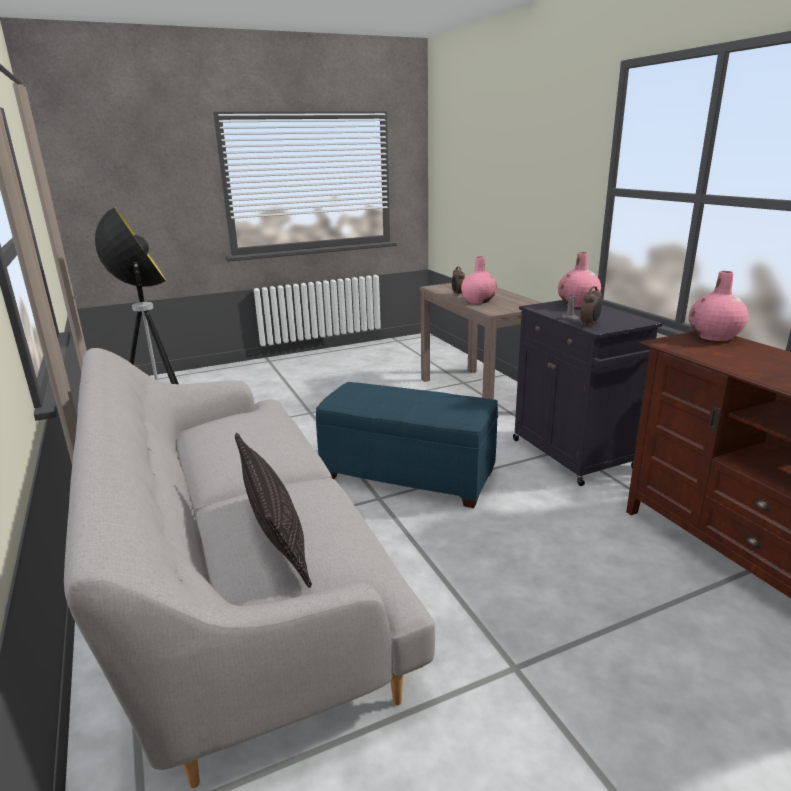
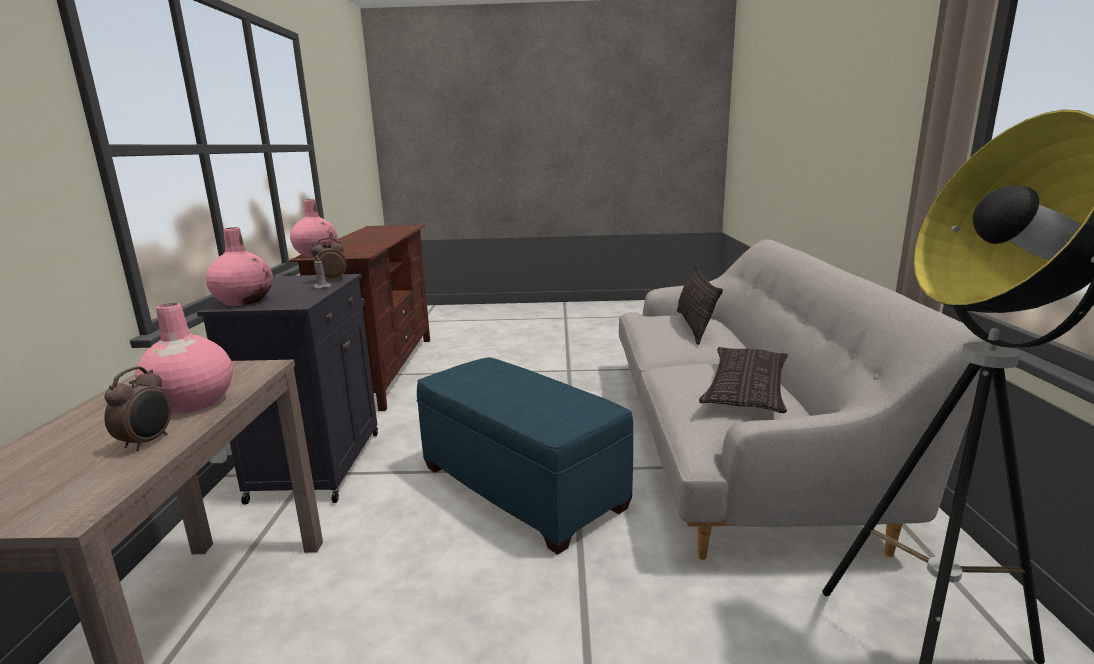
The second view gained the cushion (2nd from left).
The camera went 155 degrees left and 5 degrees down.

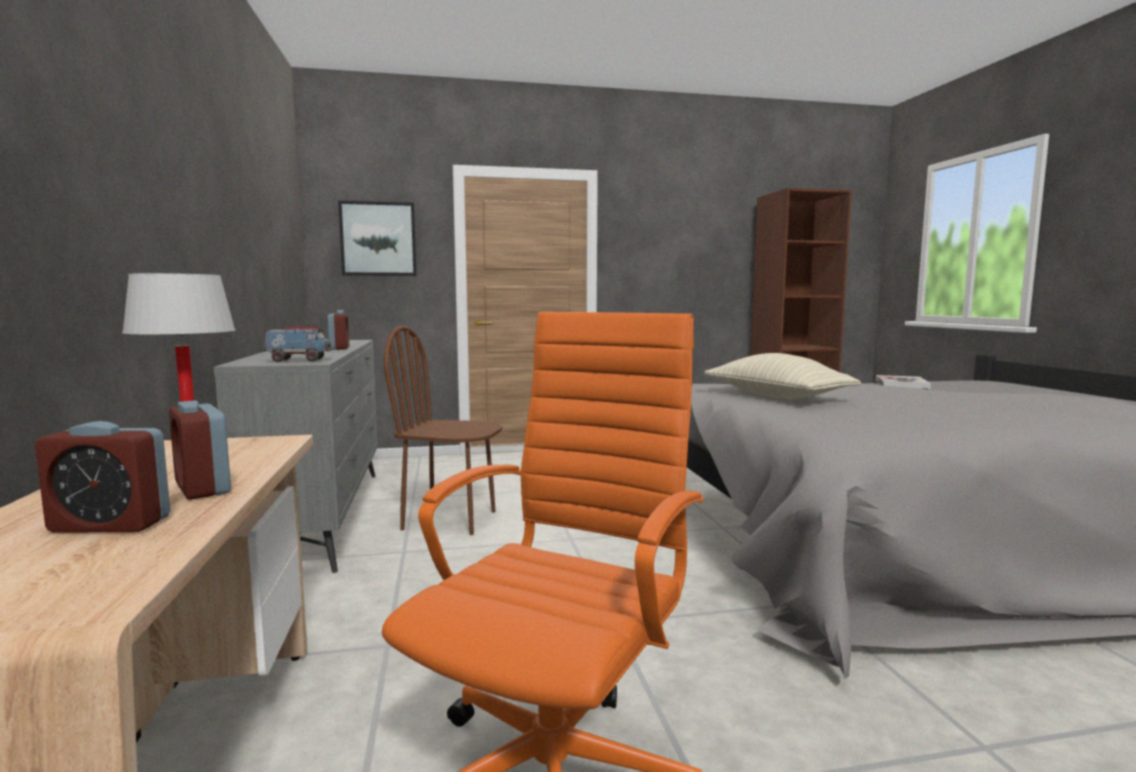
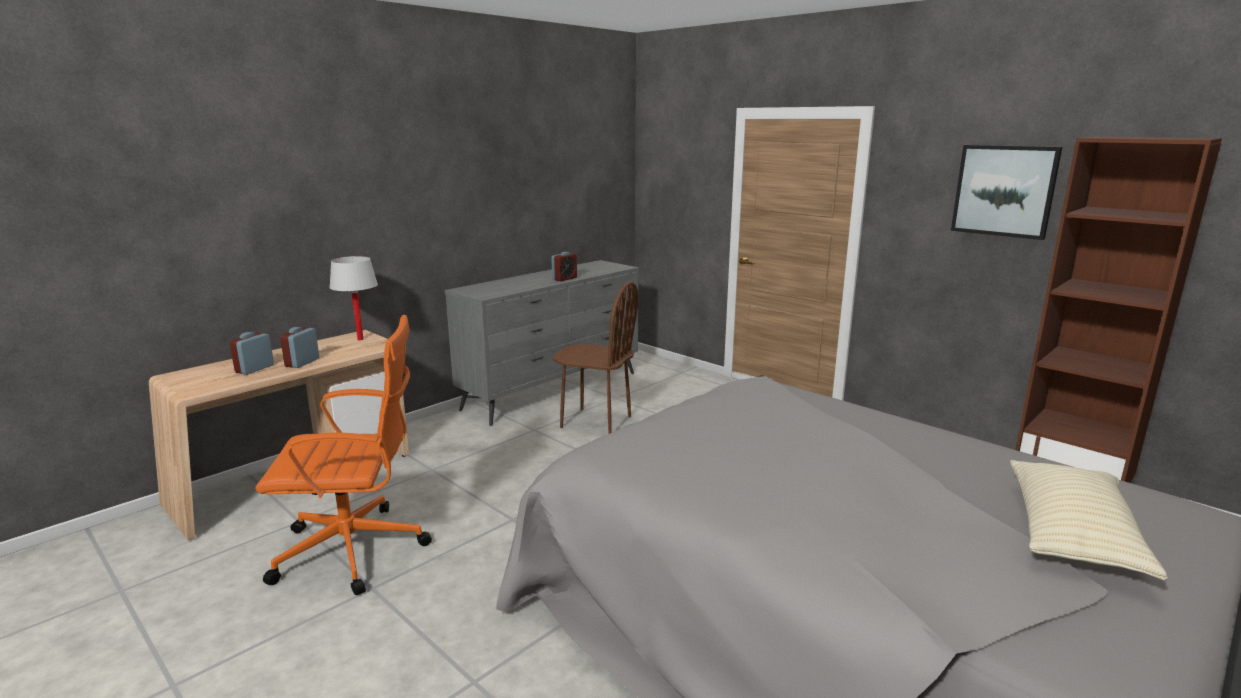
The second view lost the toy lorry.
The second view lost the bound book.
The wall art ended up elsewhere.
The beige-coloured cushion ended up elsewhere.
The bedside clock (1st from left) ended up facing another way, 60 degrees clockwise from before.
The brown-coloured plain chair ended up facing another way, 135 degrees clockwise from before.
The camera went 55 degrees right and 10 degrees up.

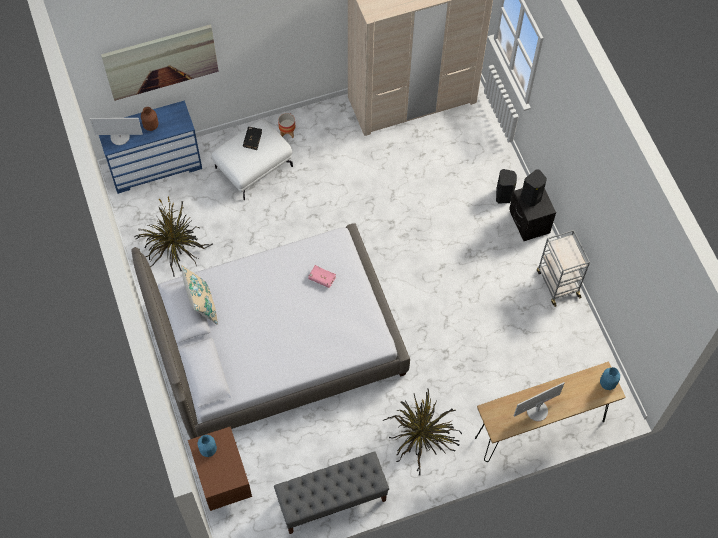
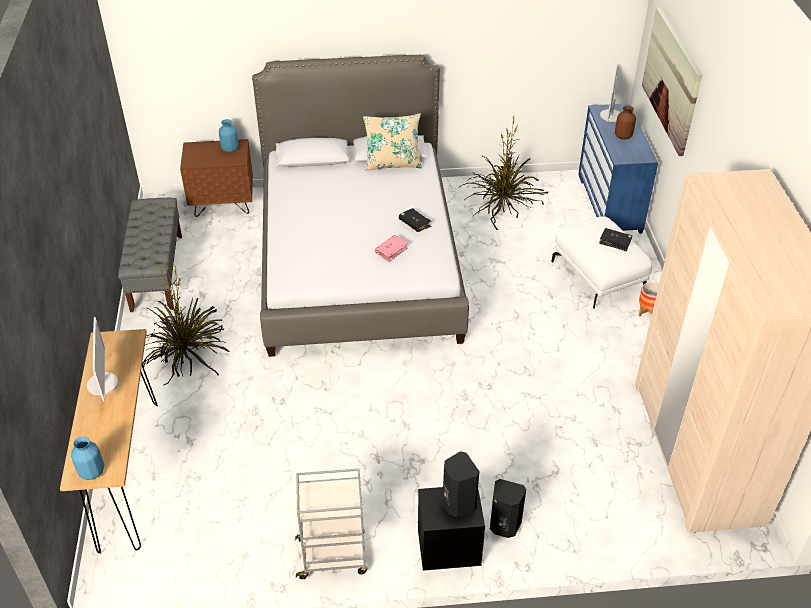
The second view gained the blackish bound book (1st from left).
The camera went 105 degrees right and 20 degrees down.

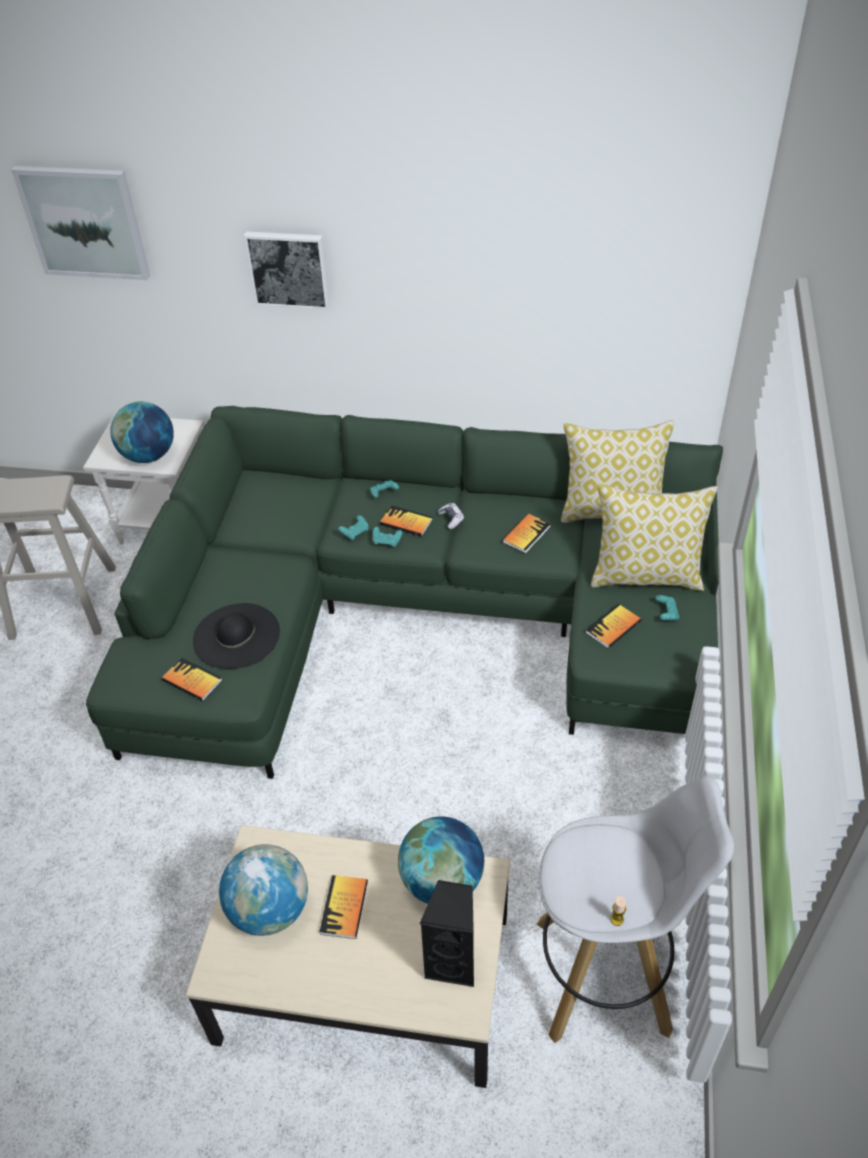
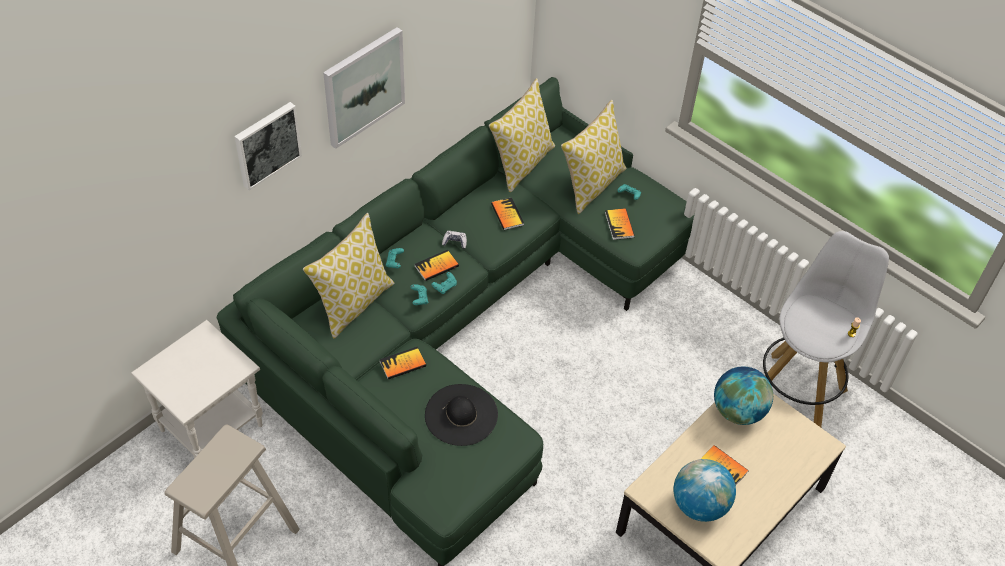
The second view lost the globe (1st from left).
The second view lost the blackish loudspeaker.
The second view gained the cushion (1st from left).
The wall art (1st from left in the first image) ended up elsewhere.
The bound book (1st from left) ended up elsewhere.
The camera went 60 degrees left and 5 degrees up.

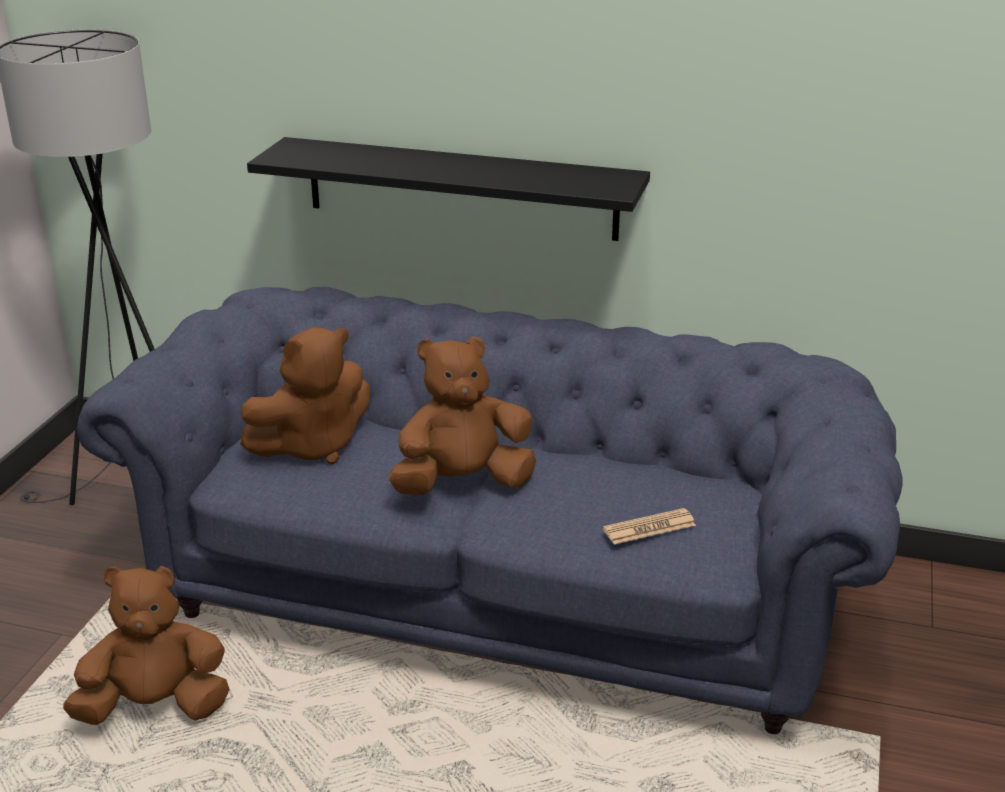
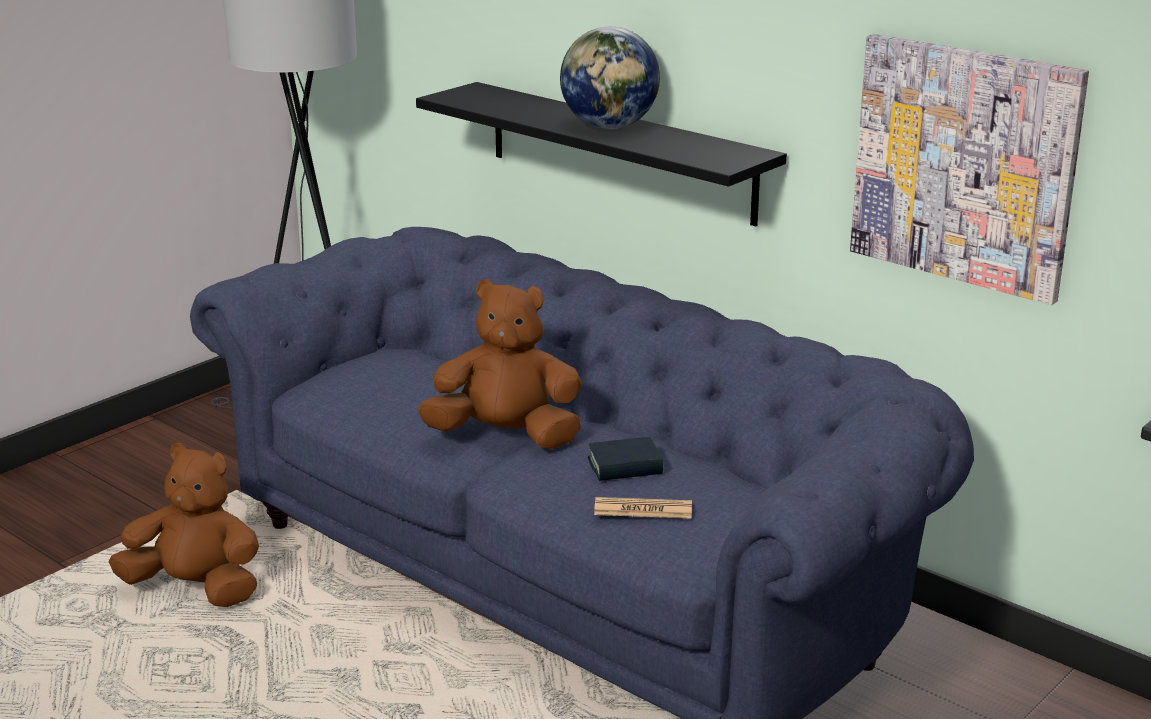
The second view lost the brown-coloured soft toy (2nd from left).
The second view gained the globe.
The second view gained the bound book.
The second view gained the wall art.
The camera went 25 degrees right and 5 degrees down.

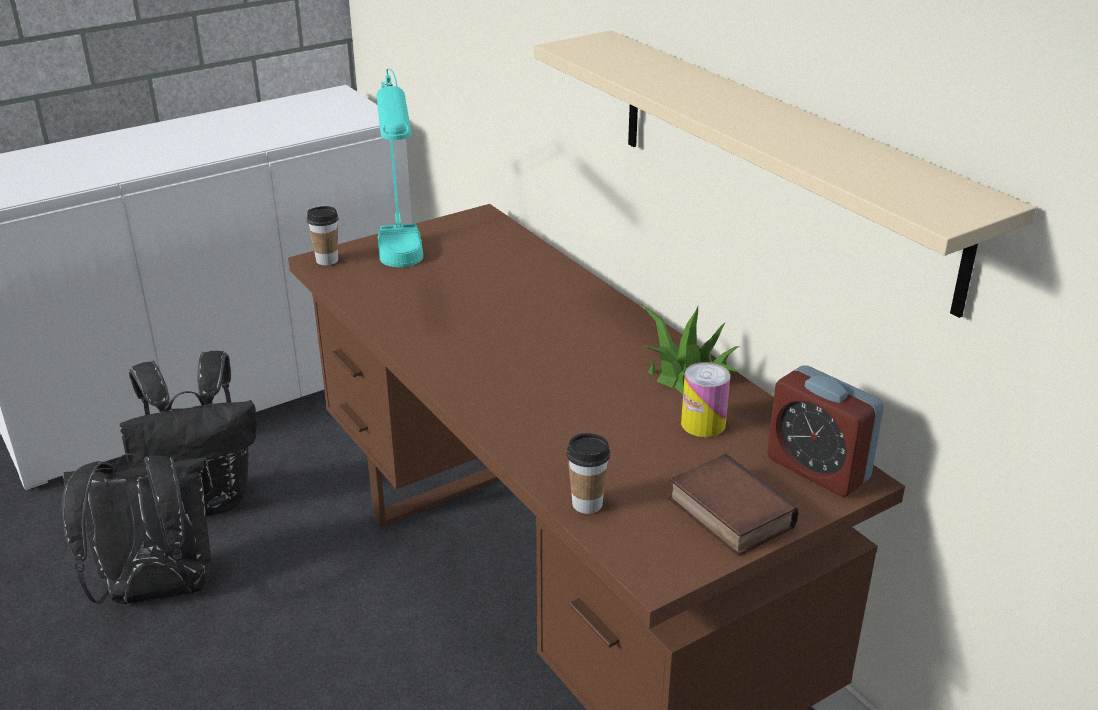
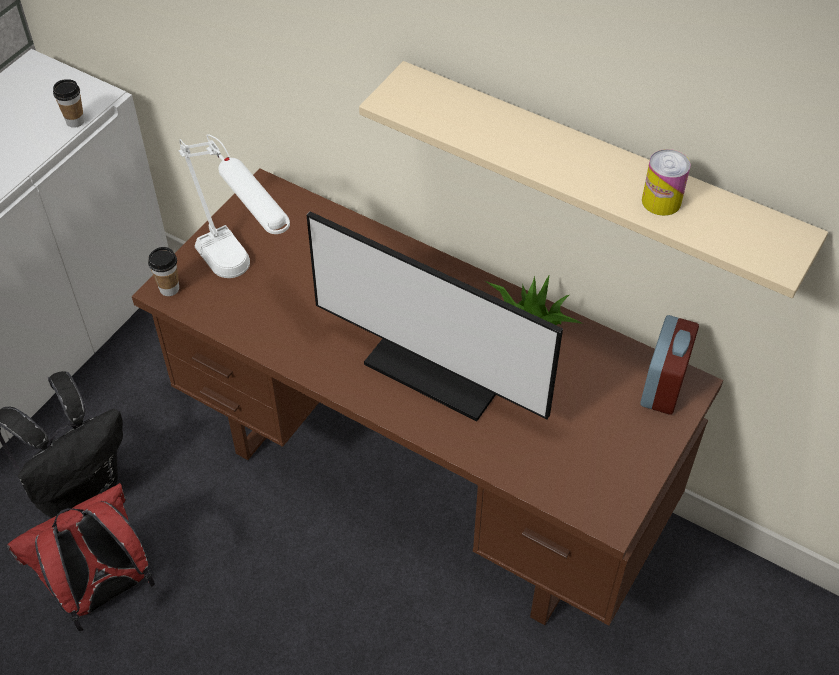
The second view lost the bound book.
The second view gained the computer screen.
The small cup (2nd from left in the first image) ended up elsewhere.
The sealed can ended up elsewhere.
What was the blackish rucksack (1st from left) turned into the red-coloured rucksack.
What was the turquoise-coloured table lamp turned into the whitish table lamp.
The bedside clock ended up facing another way, 90 degrees counterclockwise from before.
The camera went 25 degrees left and 20 degrees up.

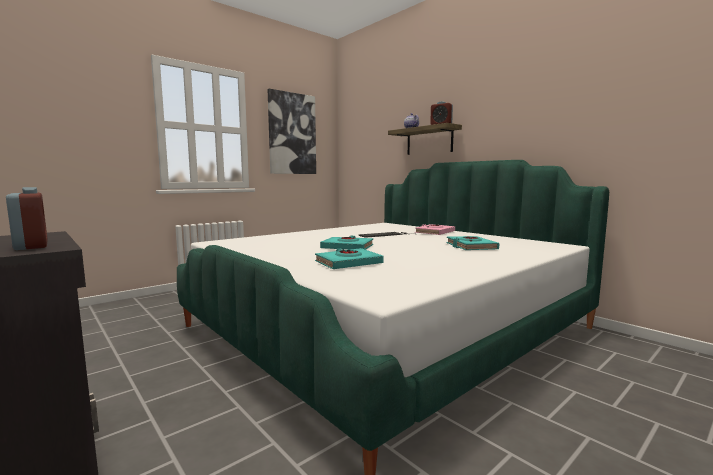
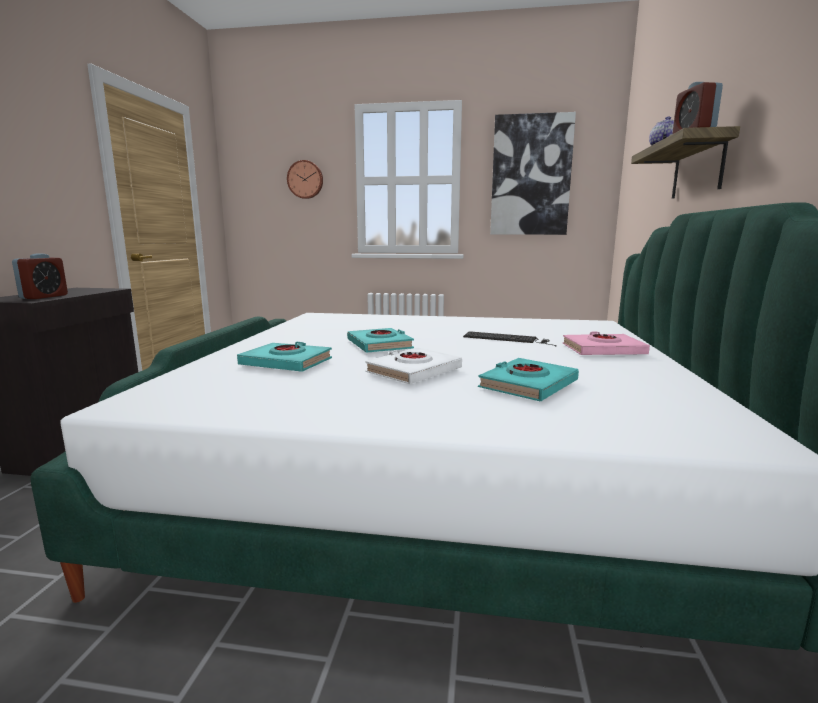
The second view gained the hanging clock.
The second view gained the whitish bound book.
The camera went 50 degrees right and 5 degrees up.

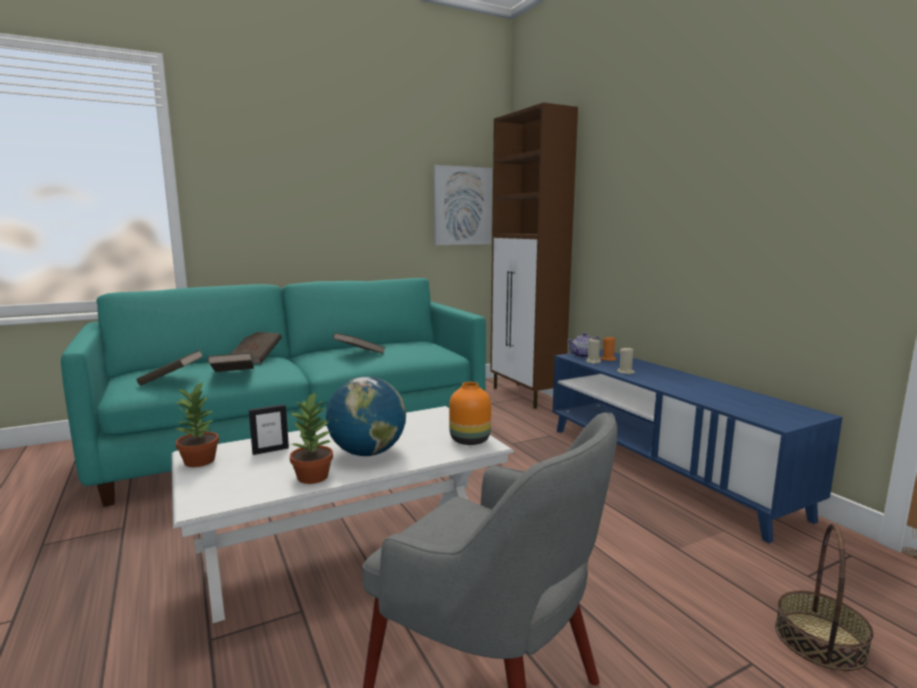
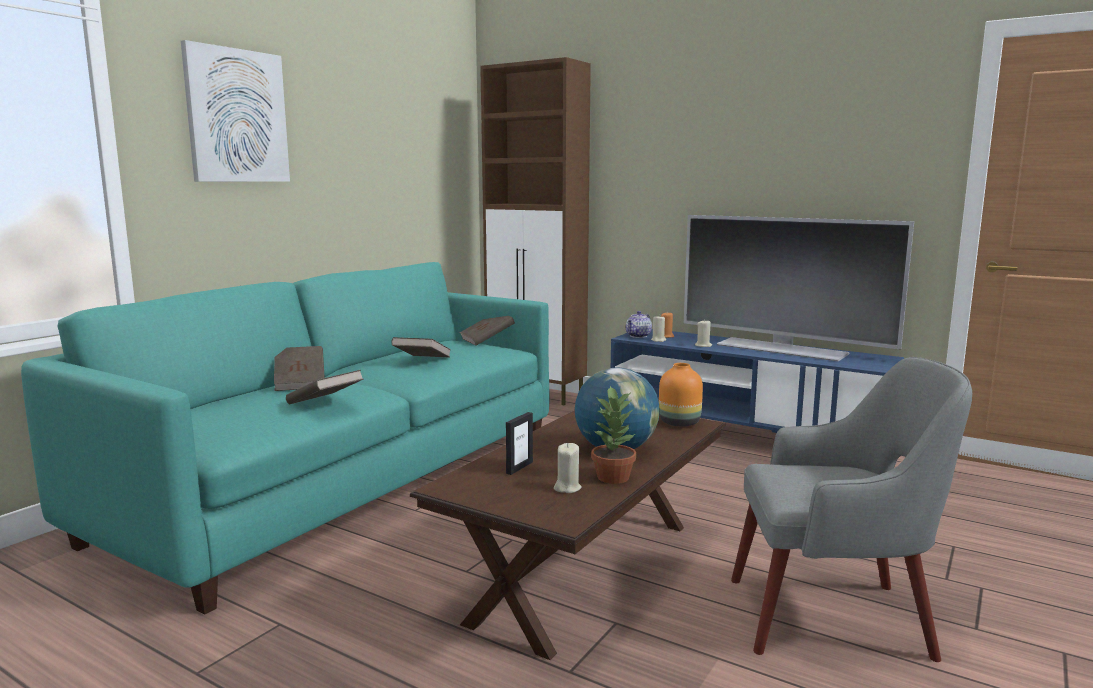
The second view lost the plant in a pot (1st from left).
The second view lost the basket.
The second view gained the beige-coloured candle (1st from left).
The second view gained the TV set.
The brown-coloured bound book (1st from left in the first image) ended up elsewhere.
The wall art ended up elsewhere.
What was the whitish coffee table turned into the brown-coloured coffee table.
The camera went 30 degrees left and 0 degrees up.

